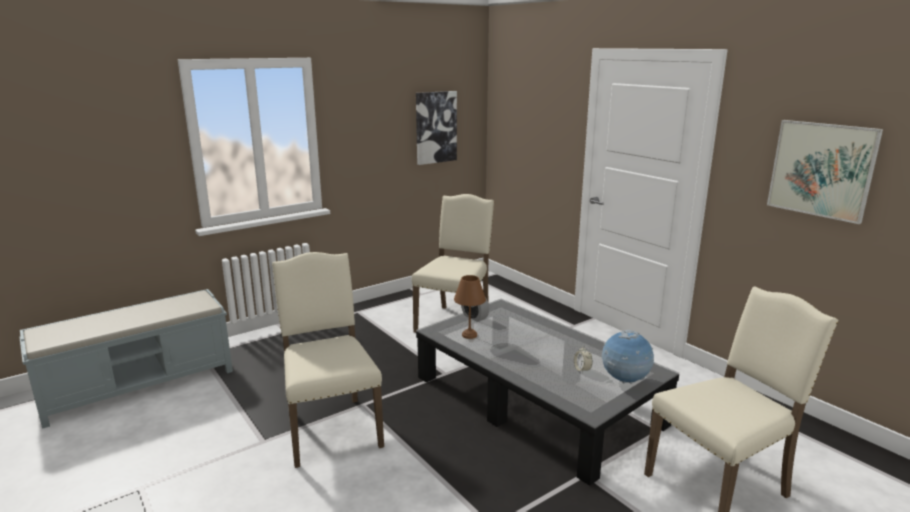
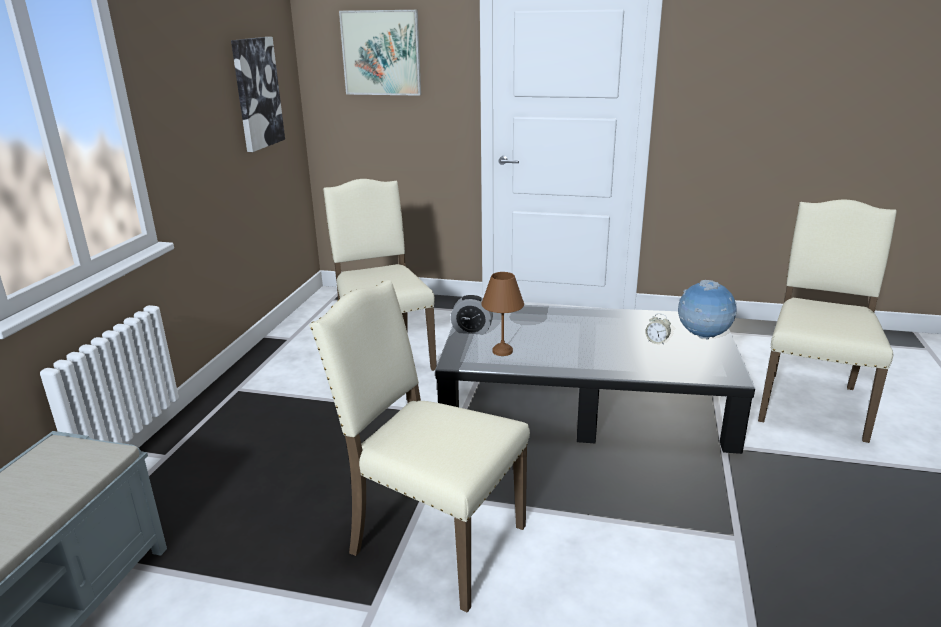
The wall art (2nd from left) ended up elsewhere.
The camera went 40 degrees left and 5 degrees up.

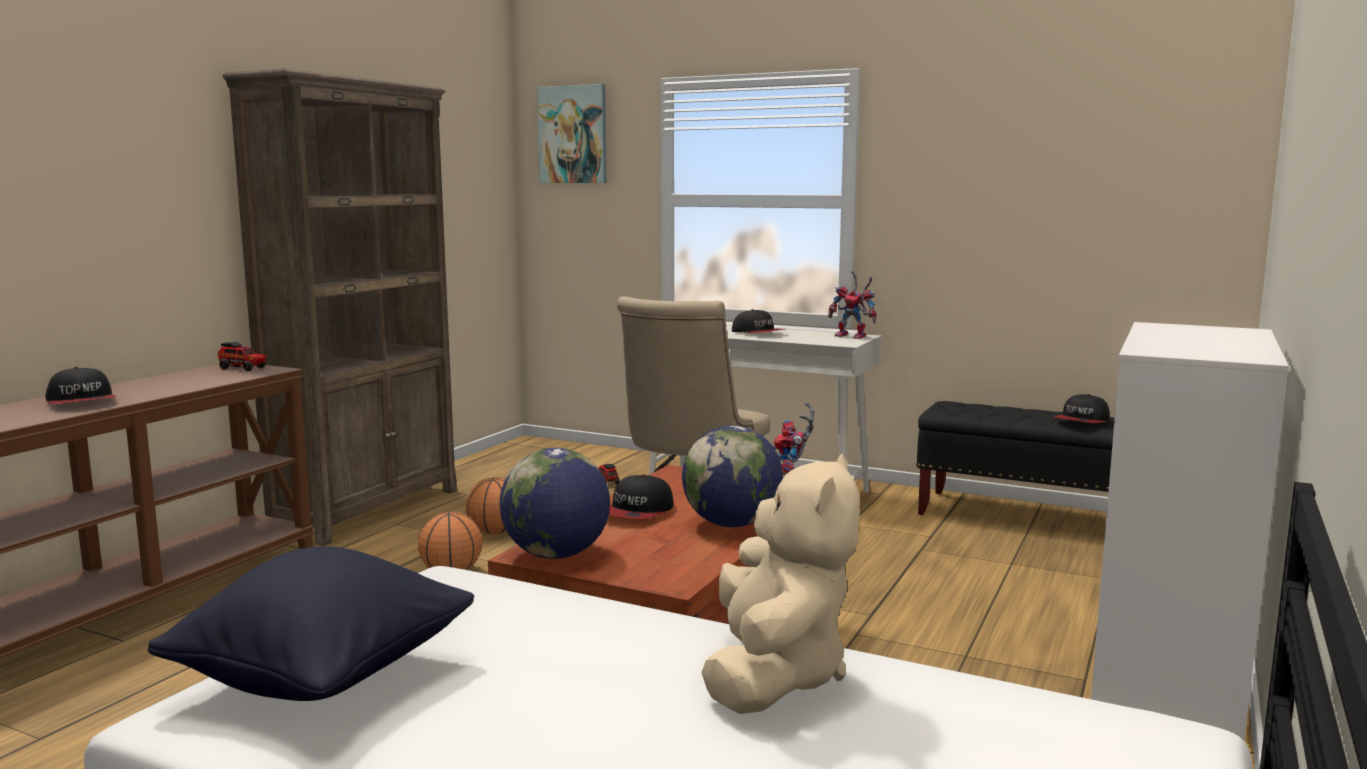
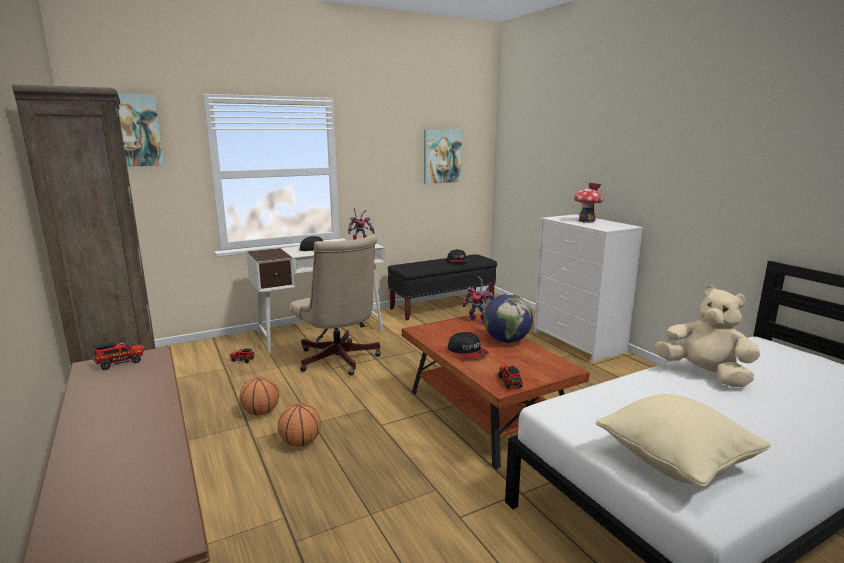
The second view lost the cap (1st from left).
The second view gained the wall art (2nd from left).
The second view gained the miniature house.
Where the globe (1st from left) stood, the toy lorry (3rd from left) came to stand.
What was the blackish cushion turned into the beige-coloured cushion.
The camera went 55 degrees left and 5 degrees up.

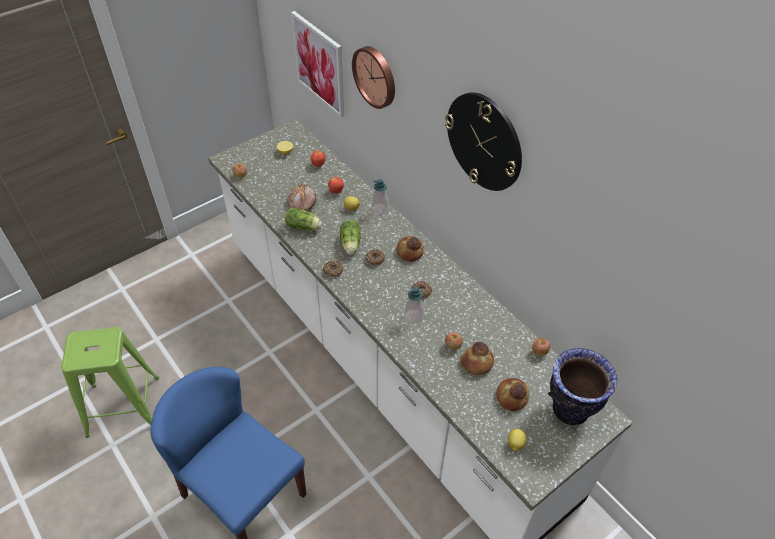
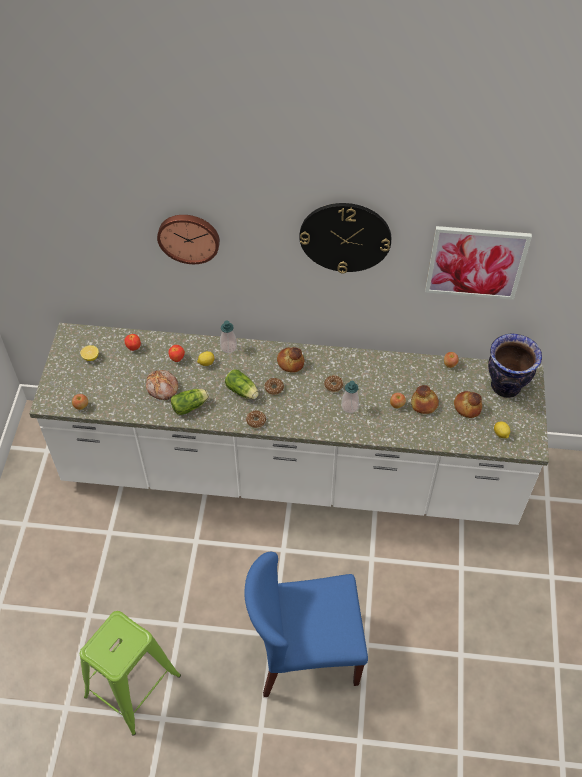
The wall art ended up elsewhere.
The camera went 45 degrees left and 5 degrees up.

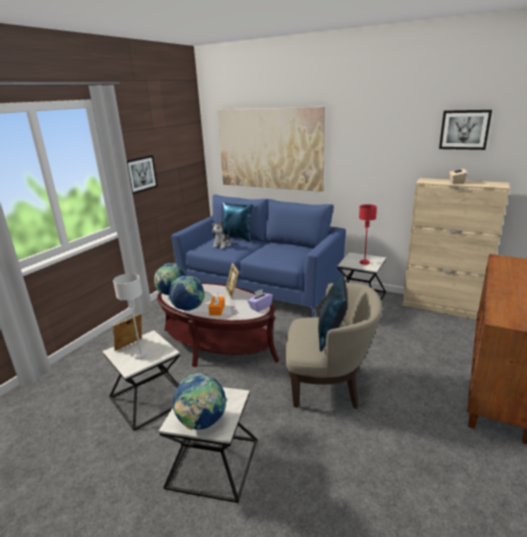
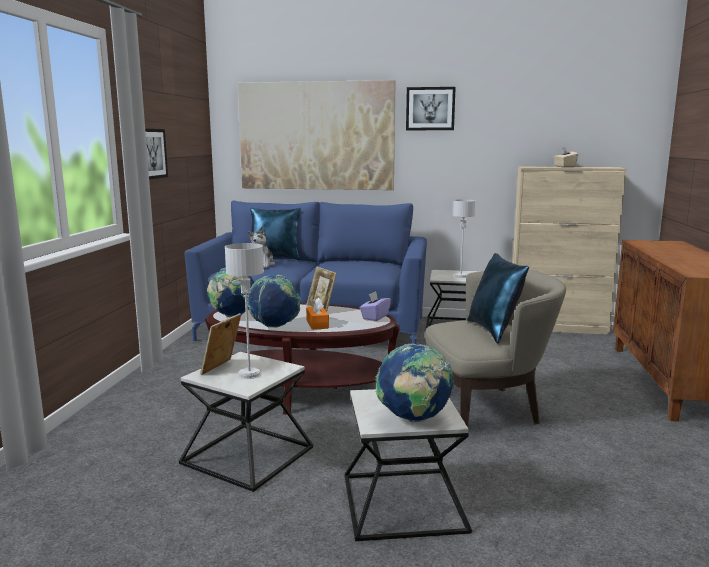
The wall art (3rd from left) ended up elsewhere.
What was the red-coloured table lamp turned into the greyish table lamp (2nd from left).
The camera went 20 degrees left and 10 degrees down.

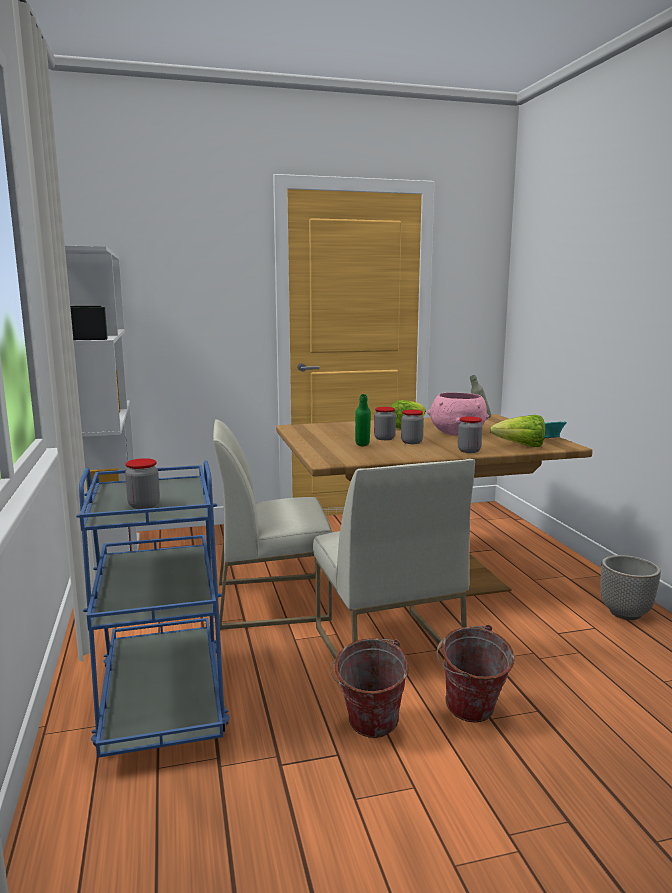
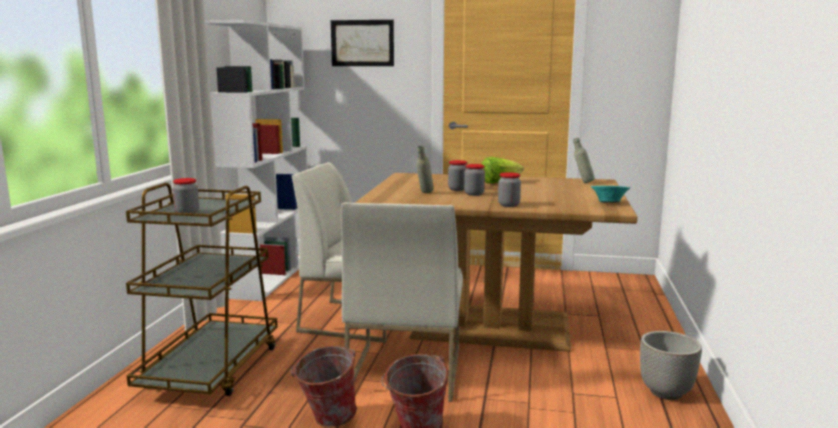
The second view lost the pink deep dish.
The second view lost the lettuce (2nd from left).
The second view gained the wall art.
What was the blue-coloured cart turned into the brown-coloured cart.
What was the green drink bottle turned into the greyish drink bottle (1st from left).
The camera went 25 degrees right and 0 degrees up.

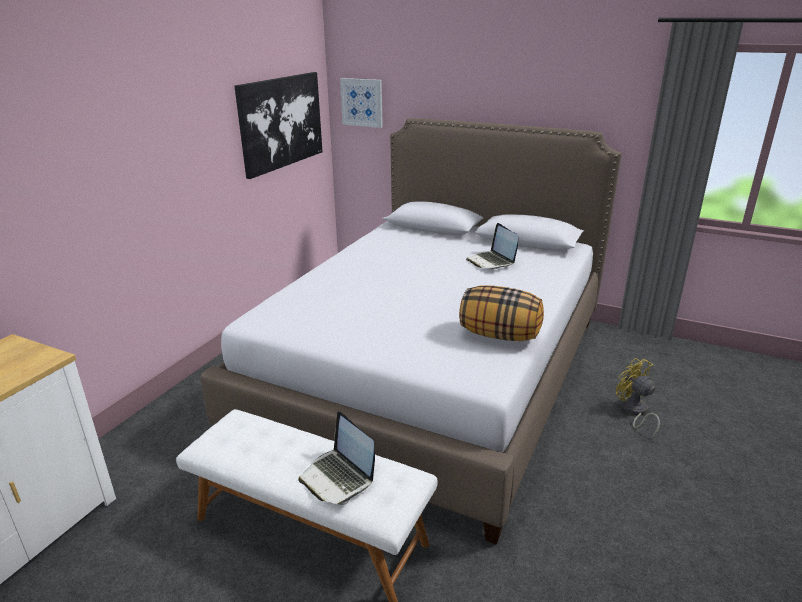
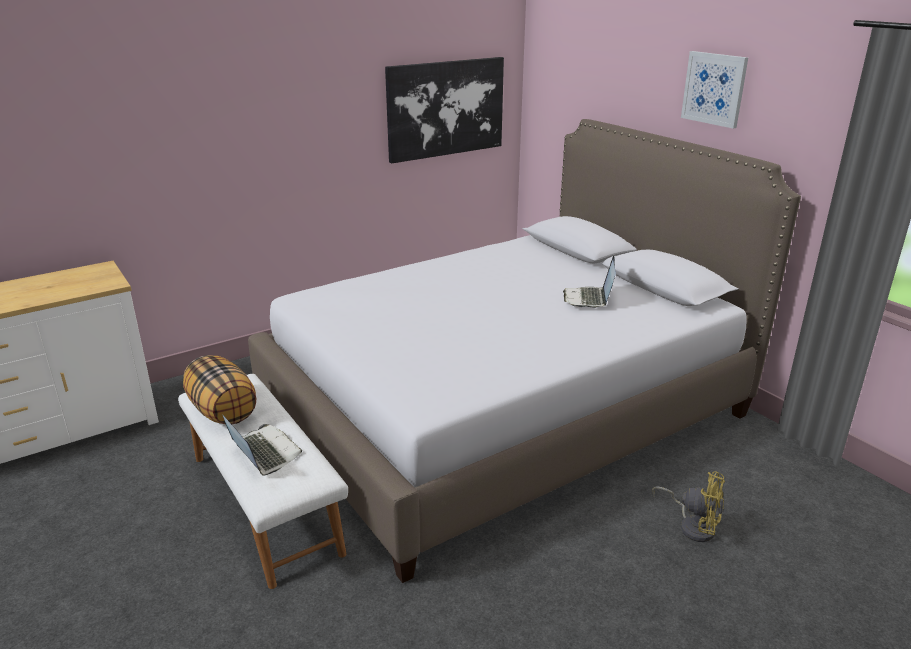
The wall art (2nd from left) ended up elsewhere.
The cushion ended up elsewhere.
The notebook computer (1st from left) ended up facing another way, 150 degrees clockwise from before.
The yellow cooling fan ended up facing another way, 120 degrees clockwise from before.
The camera went 30 degrees right and 0 degrees up.

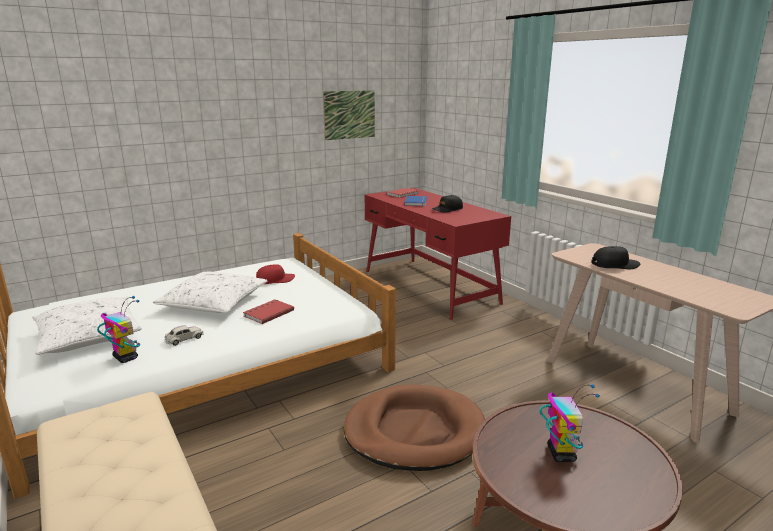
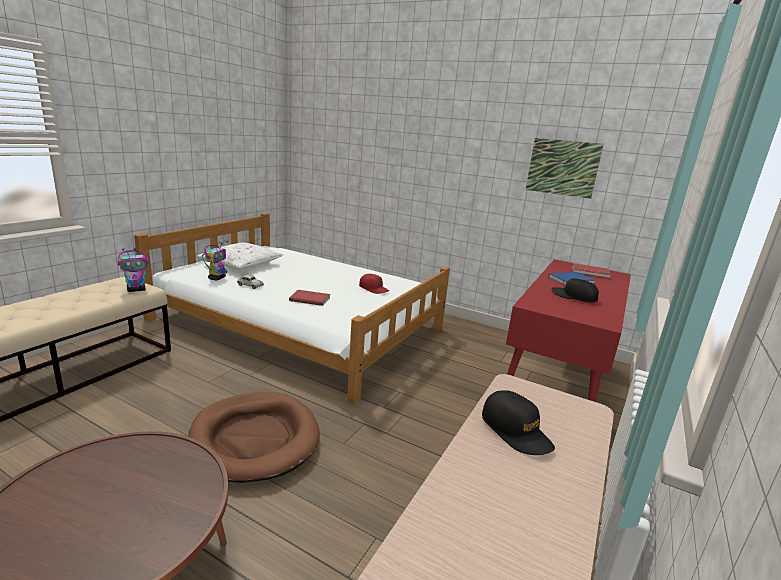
The second view lost the whitish cushion (2nd from left).
The robot figure (2nd from left in the first image) ended up elsewhere.
The camera went 60 degrees right and 0 degrees up.

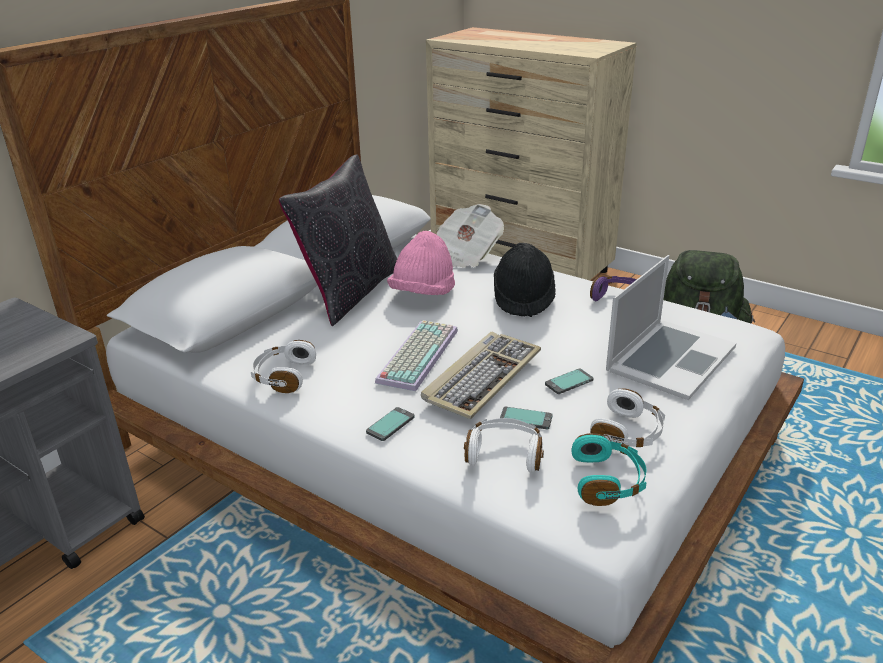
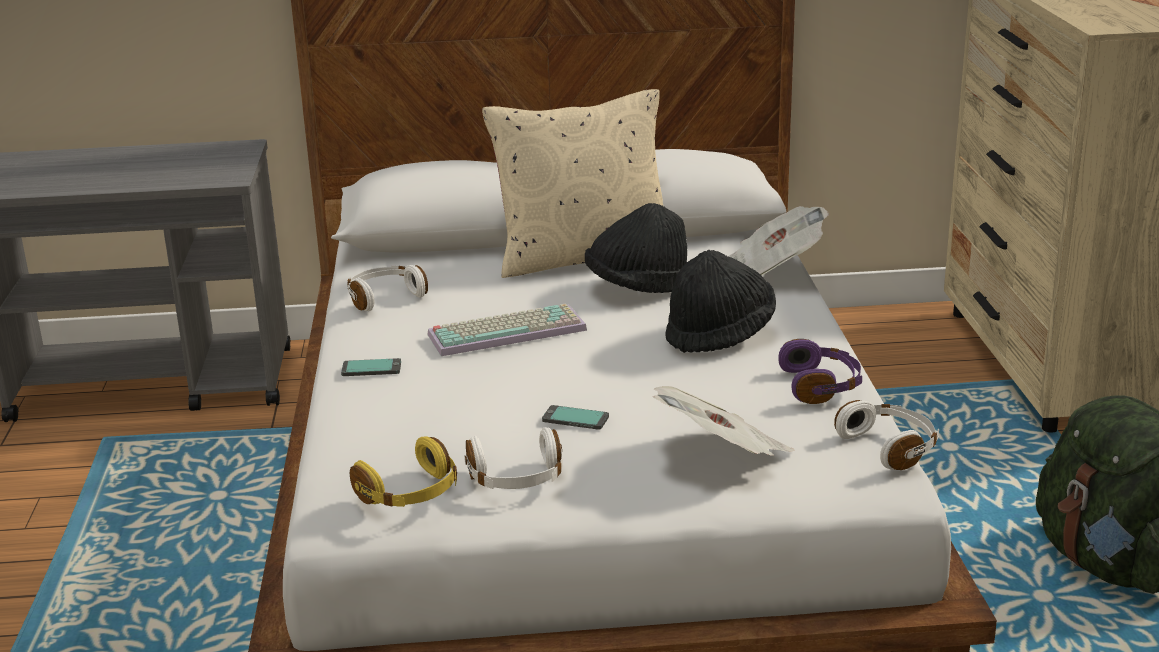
The second view lost the PC keyboard (2nd from left).
The second view lost the handset (2nd from left).
The whitish headphones (2nd from left in the first image) ended up elsewhere.
Where the notebook computer stood, the newspaper (1st from left) came to stand.
What was the blackish cushion turned into the beige-coloured cushion.
What was the pink hat turned into the blackish hat (1st from left).
What was the turquoise-coloured headphones turned into the yellow headphones.
The camera went 50 degrees right and 5 degrees down.

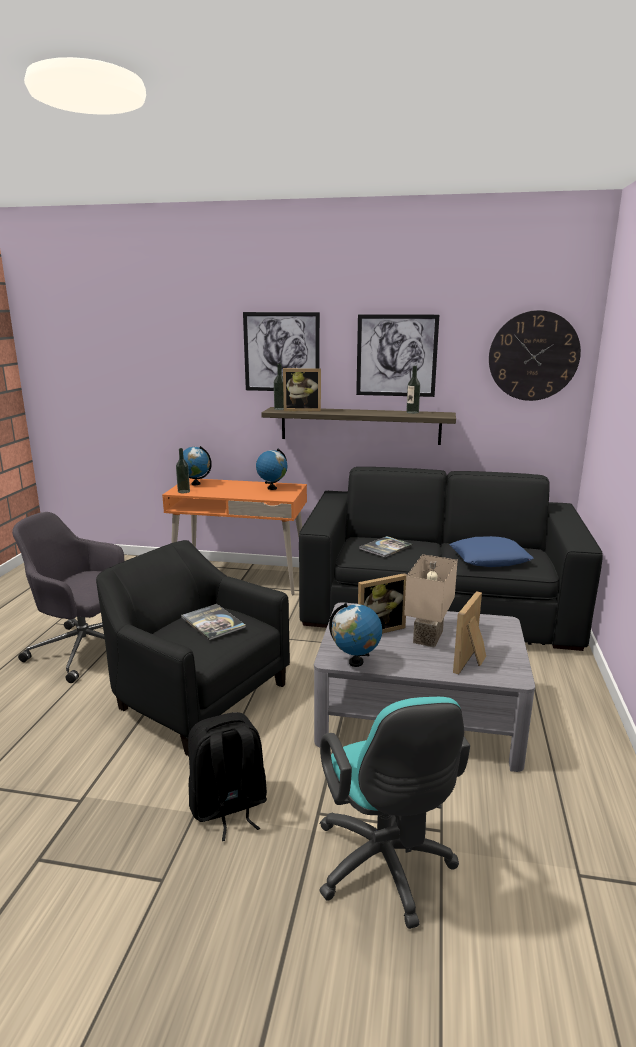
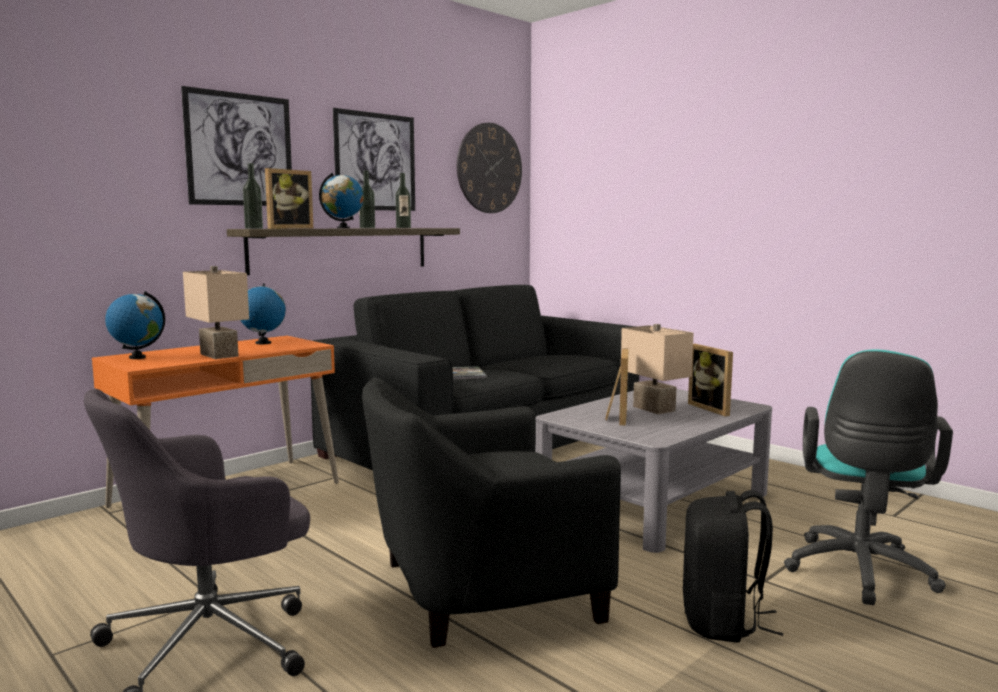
The second view lost the bound book (1st from left).
The second view lost the blue-coloured cushion.
The second view gained the beige-coloured table lamp (1st from left).
The drink bottle (1st from left in the first image) ended up elsewhere.
The globe (3rd from left) ended up elsewhere.
The turquoise-coloured computer chair ended up facing another way, 90 degrees clockwise from before.
The camera went 55 degrees left and 10 degrees down.

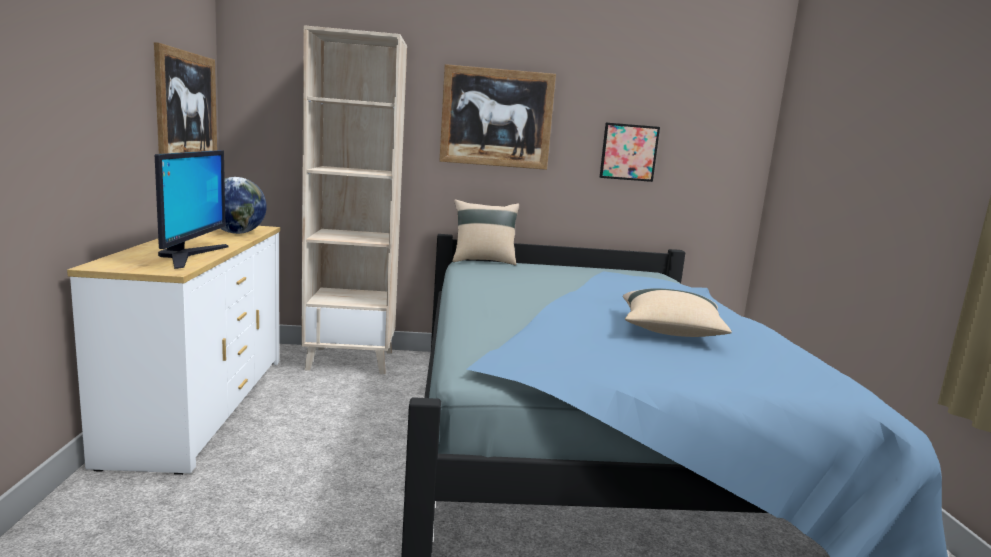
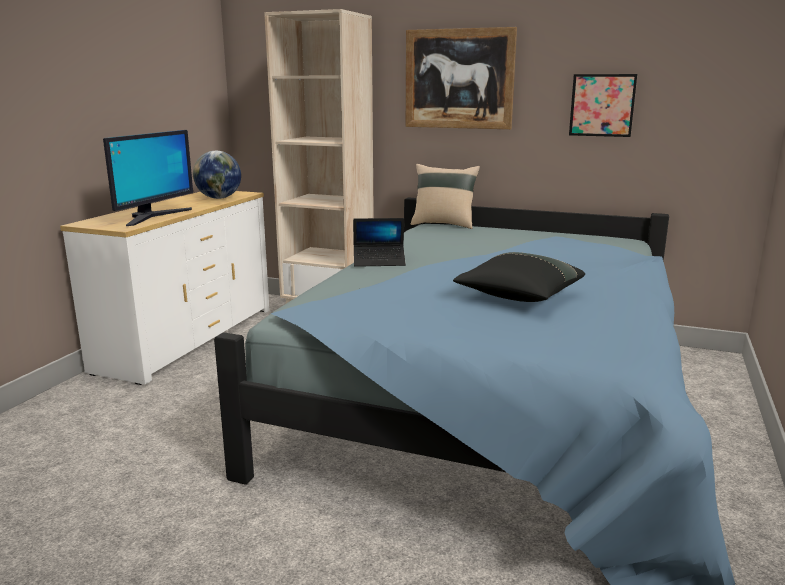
The second view lost the wall art (1st from left).
The second view gained the notebook computer.
What was the beige-coloured cushion (2nd from left) turned into the blackish cushion.
The camera went 25 degrees right and 5 degrees up.

